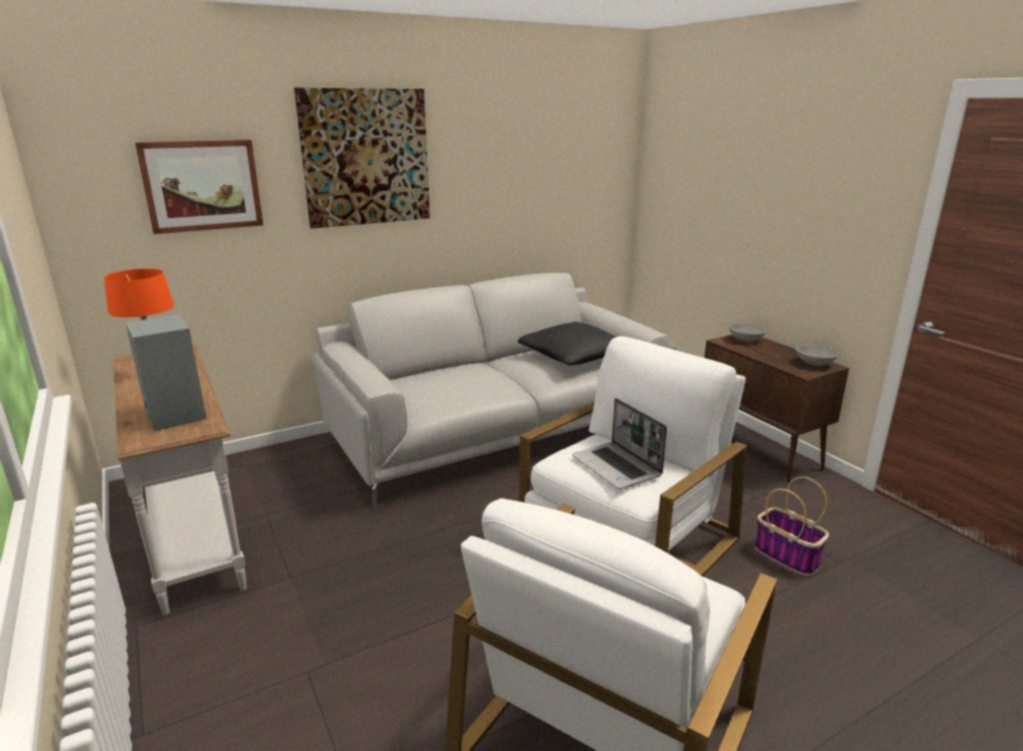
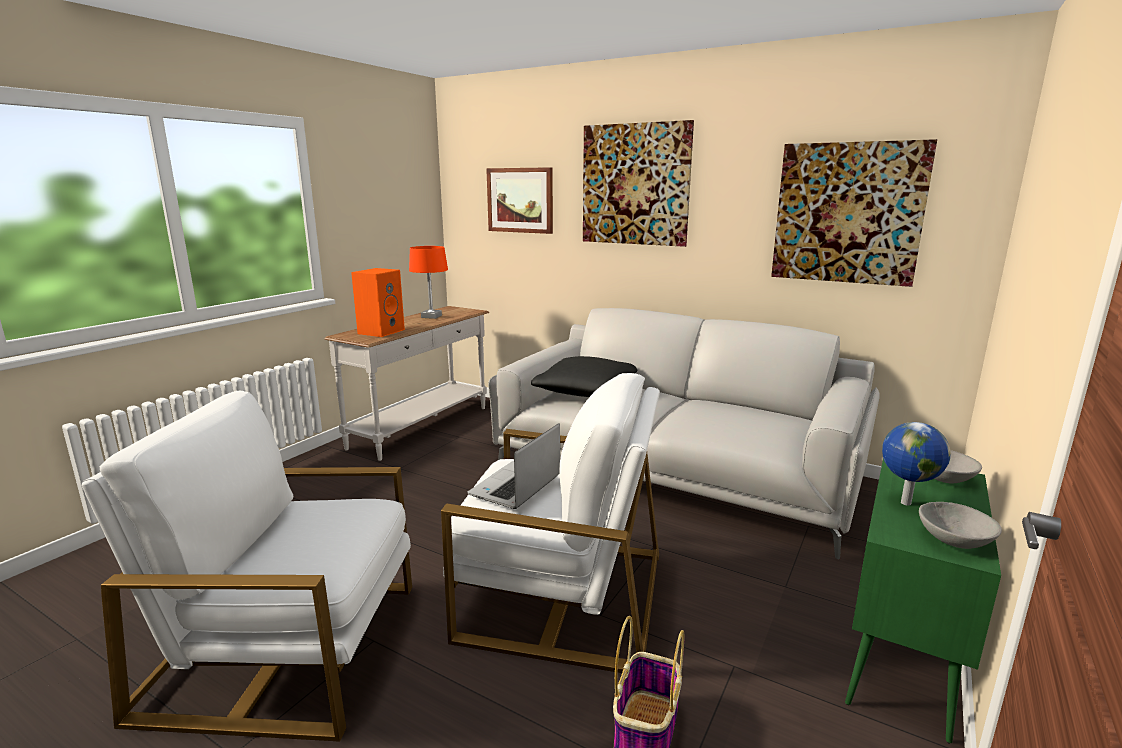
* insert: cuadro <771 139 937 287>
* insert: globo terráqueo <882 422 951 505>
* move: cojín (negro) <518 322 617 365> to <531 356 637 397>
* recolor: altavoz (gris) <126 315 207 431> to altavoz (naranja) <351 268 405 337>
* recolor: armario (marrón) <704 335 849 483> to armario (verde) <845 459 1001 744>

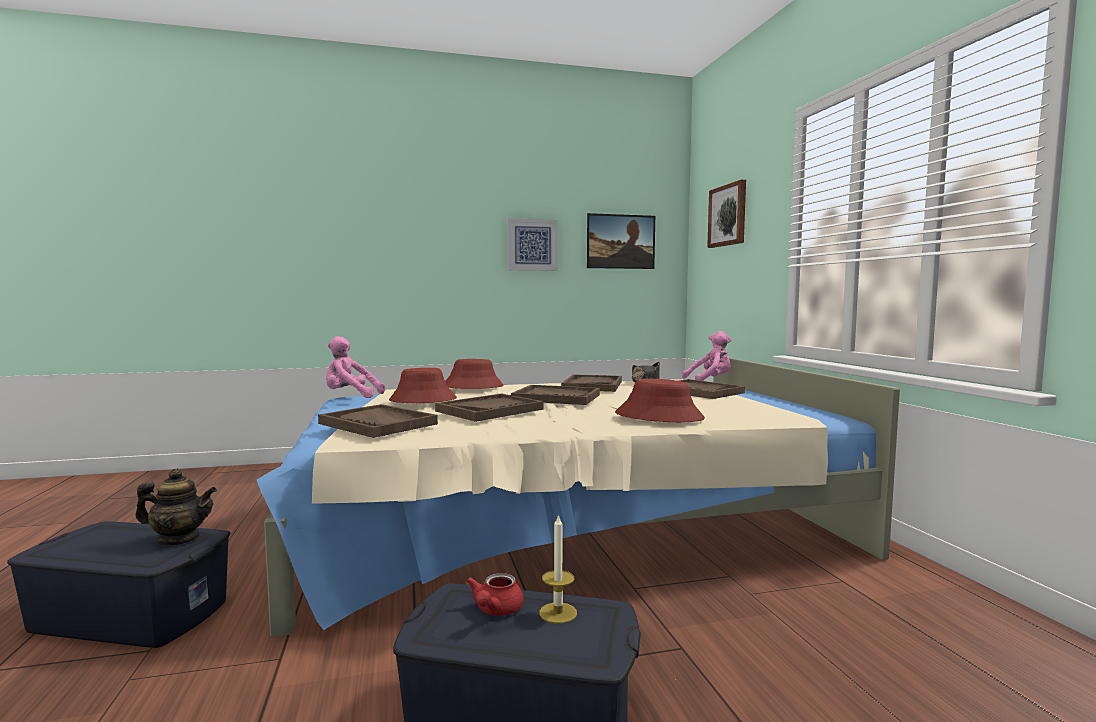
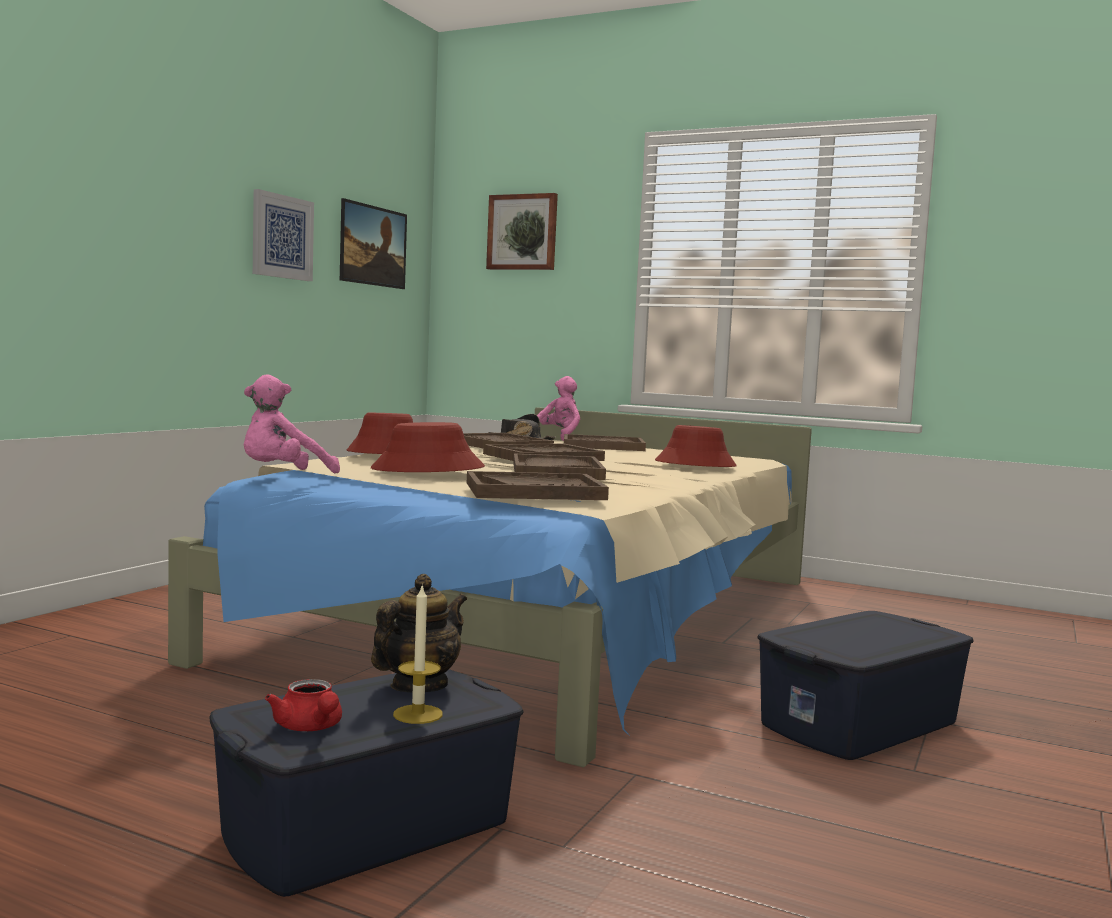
* move: tetera (rojo) <466 573 524 616> to <265 679 342 731>
* move: vela <539 514 577 624> to <393 584 443 724>

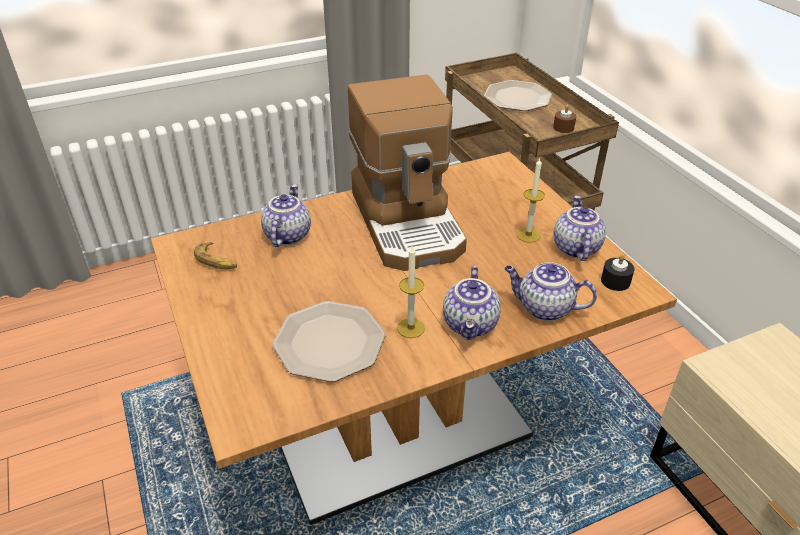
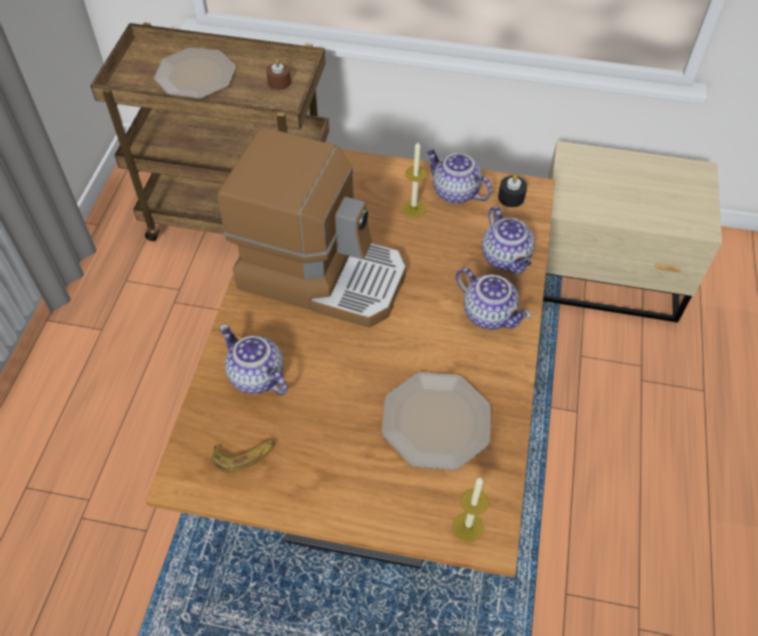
* move: vela <397 246 425 338> to <453 477 489 542>
* rotate: tetera <504 262 597 321> = <482 206 535 274> 75 degrees counterclockwise

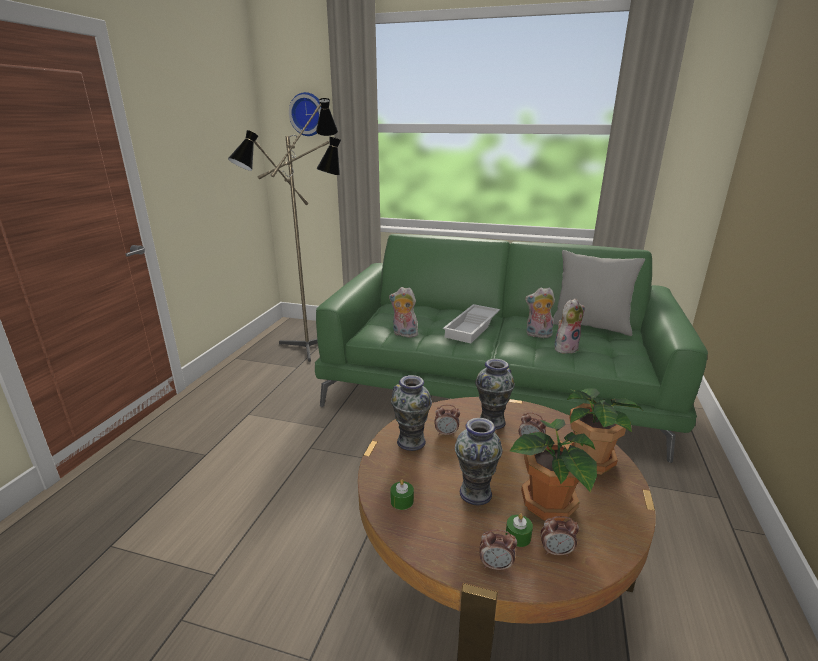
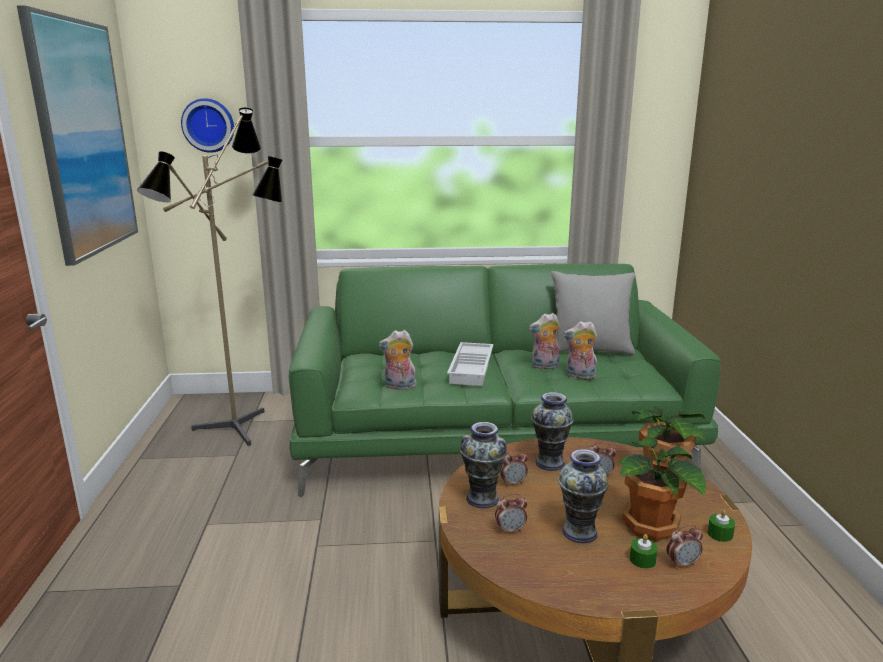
* insert: cuadro <17 5 138 266>
* move: vela (verde) <390 479 414 510> to <707 509 735 542>
* move: despertador <479 530 517 572> to <495 493 527 534>
* rotate: peluche <554 299 585 355> = <563 321 597 379> 120 degrees counterclockwise

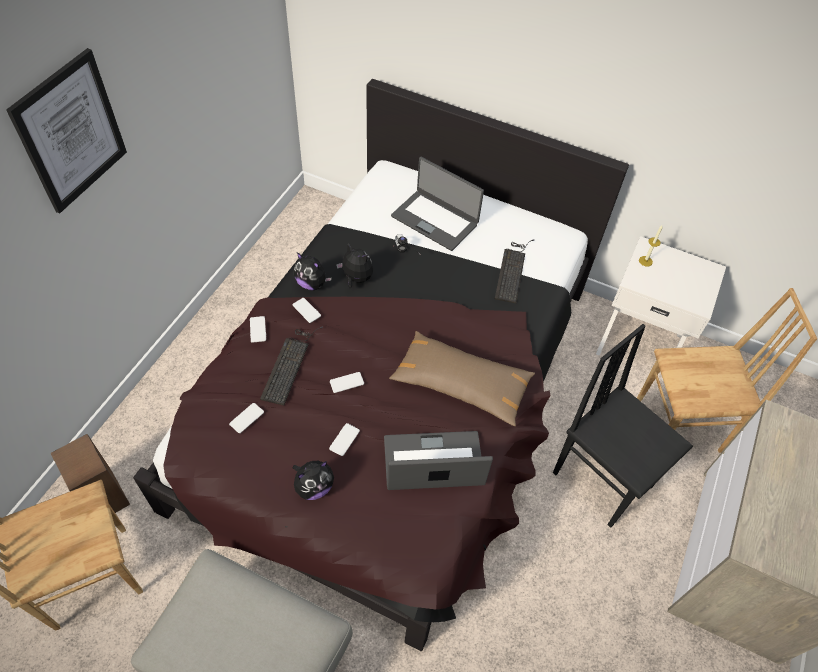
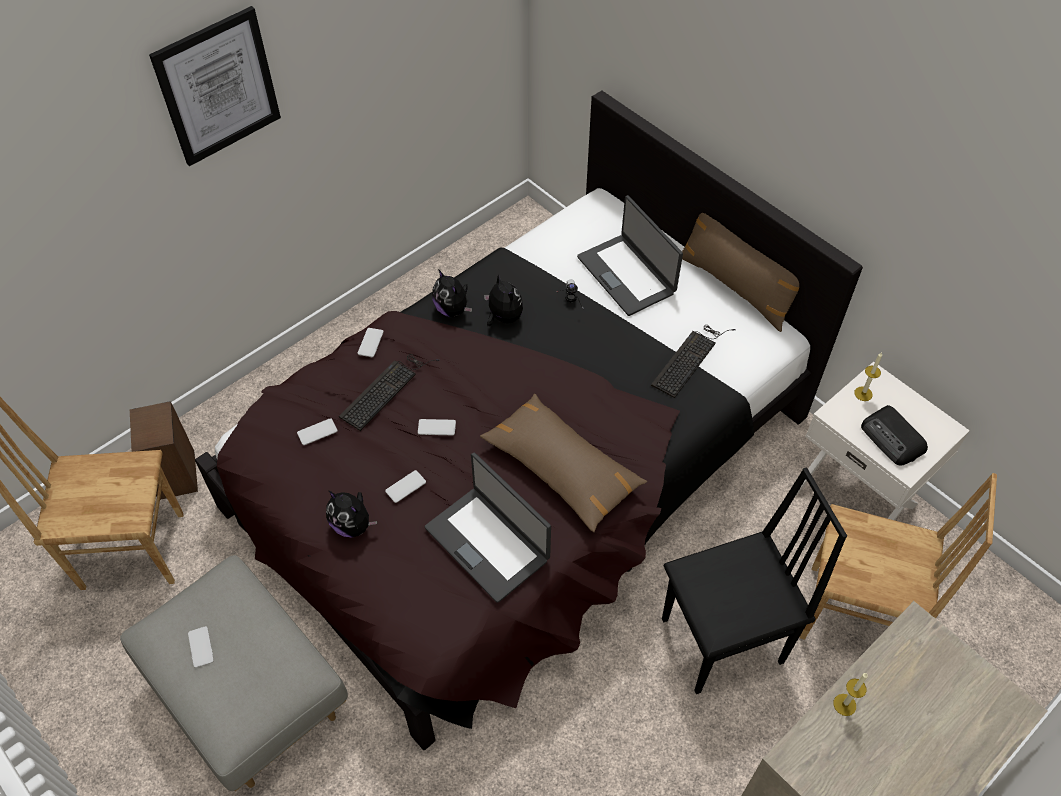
* insert: cojín (marrón) <682 213 799 332>
* insert: vela <834 673 868 716>
* insert: radio <861 405 928 466>
* move: móvil <293 298 321 323> to <188 626 214 668>
* rotate: peluche <293 461 334 500> = <326 490 377 537> 45 degrees clockwise
* rotate: portátil <384 431 493 490> = <425 453 551 603> 150 degrees counterclockwise
* rotate: silla (negro) <553 324 693 528> = <662 468 847 694> 90 degrees clockwise

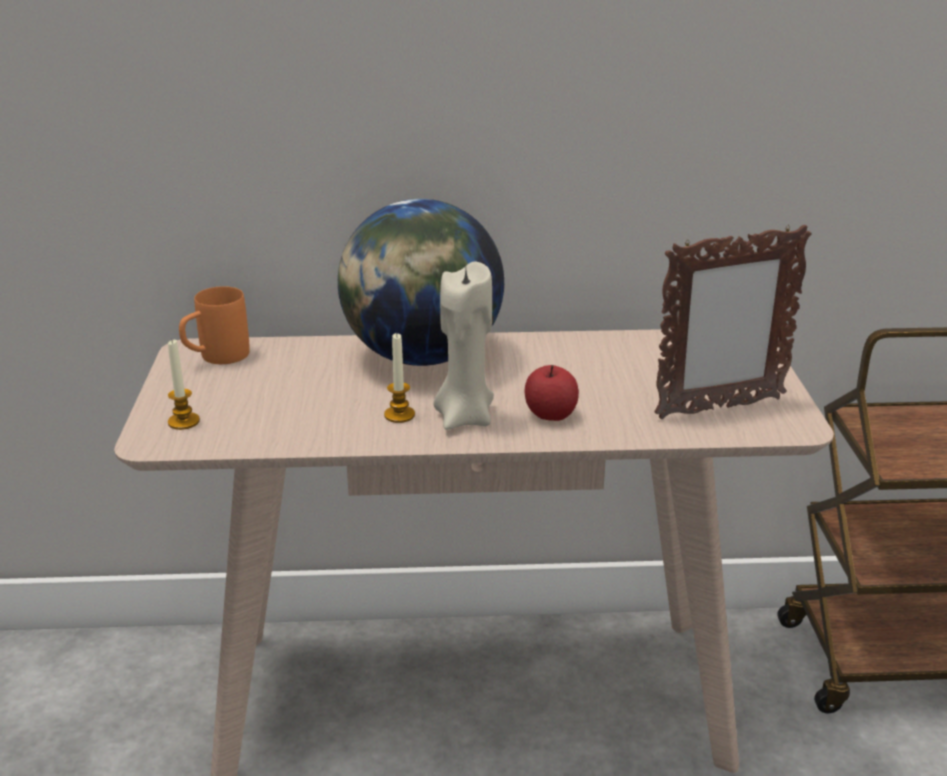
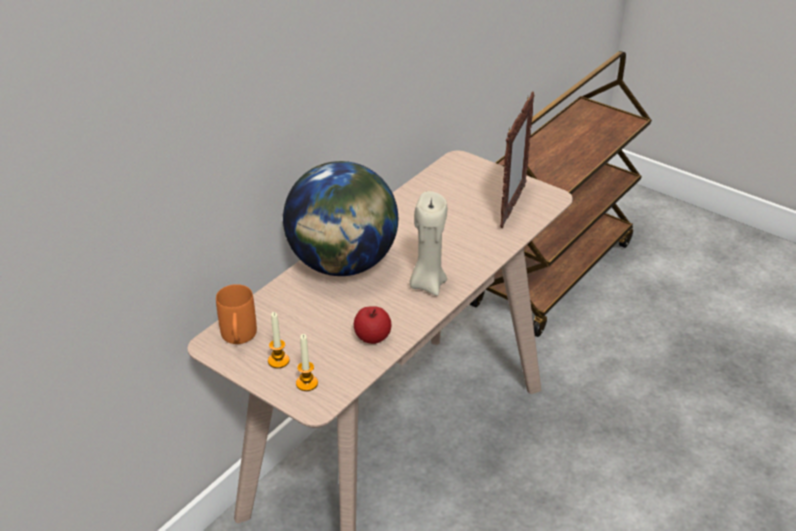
* move: vela <384 333 415 423> to <268 312 290 368>
* move: manzana <525 365 579 421> to <354 306 391 344>

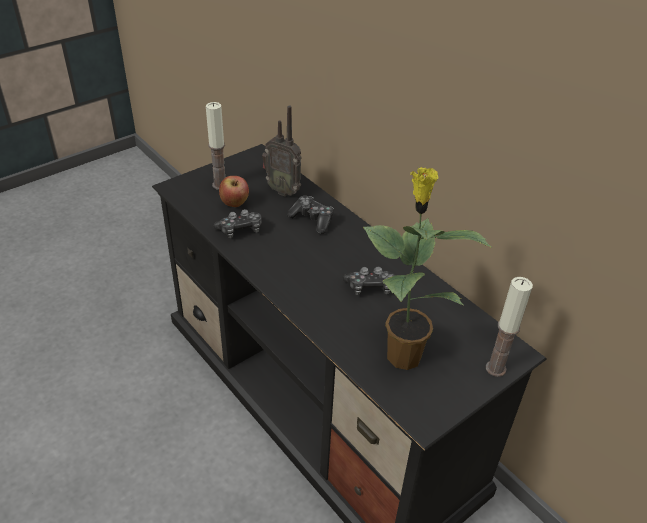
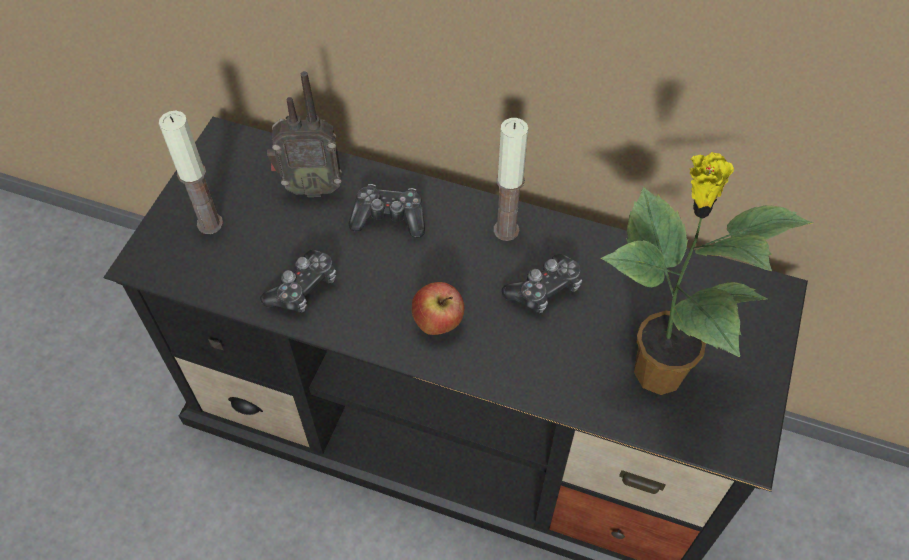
* move: manzana <219 176 249 207> to <412 282 464 335>
* move: vela <486 277 533 377> to <494 118 528 241>

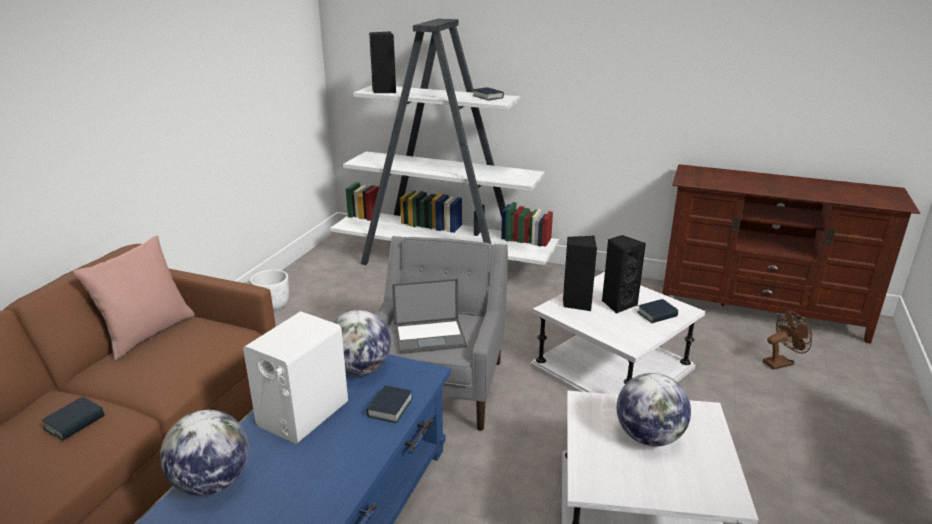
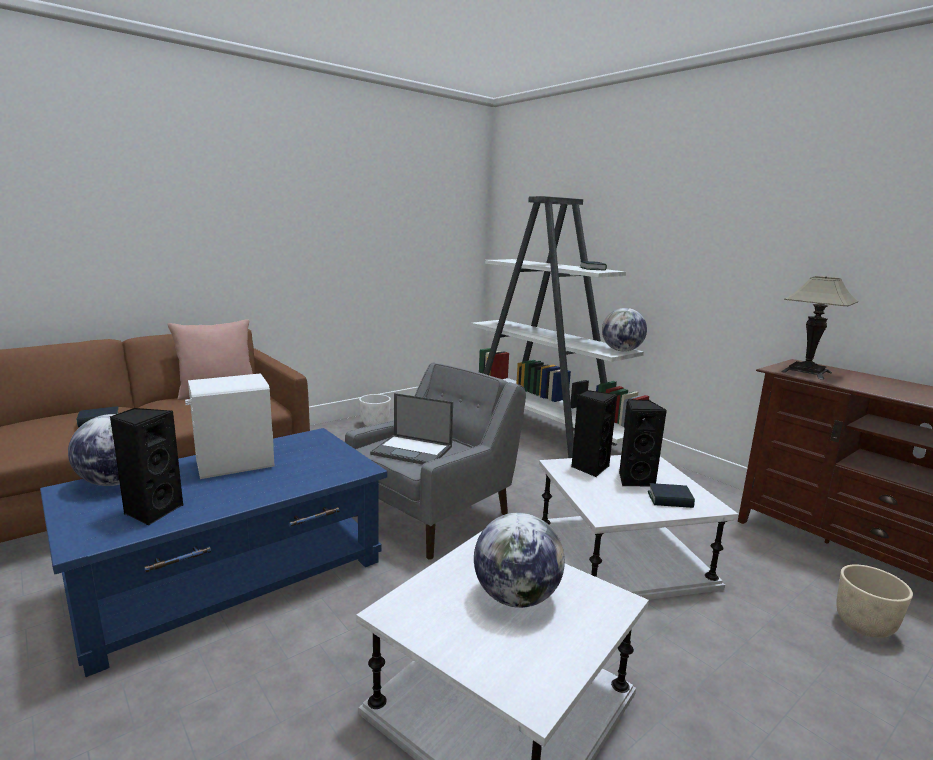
* delete: libro <366 385 413 423>
* insert: lámpara de mesa <781 276 858 380>
* move: globo terráqueo <333 310 391 376> to <602 308 647 352>
* move: altavoz (negro) <369 31 396 93> to <110 408 183 526>
* replace: ventilador (marrón) <763 310 812 370> to maceta (beis) <836 564 913 638>

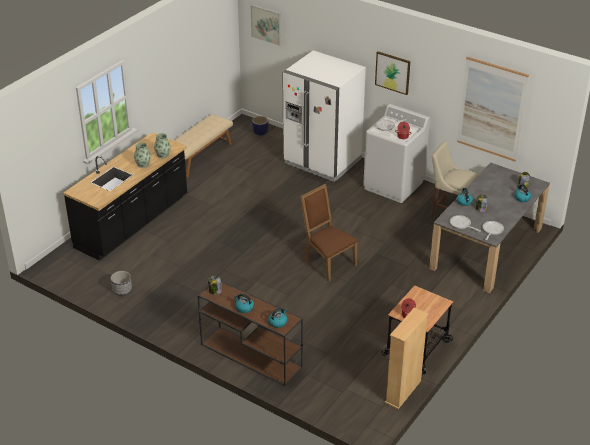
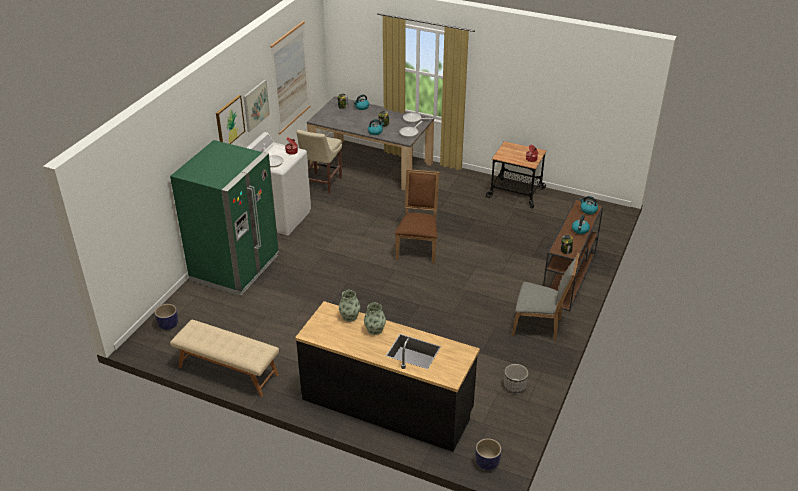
* delete: estantería (beis) <385 308 428 409>
* insert: maceta <475 438 502 470>
* insert: silla (gris) <512 253 580 341>
* move: cuadro <251 5 281 46> to <243 80 270 132>
* recolor: nevera (blanco) <282 50 366 182> to nevera (verde) <170 140 279 295>
* rotate: silla (marrón) <300 184 358 282> = <395 169 439 263> 150 degrees clockwise

